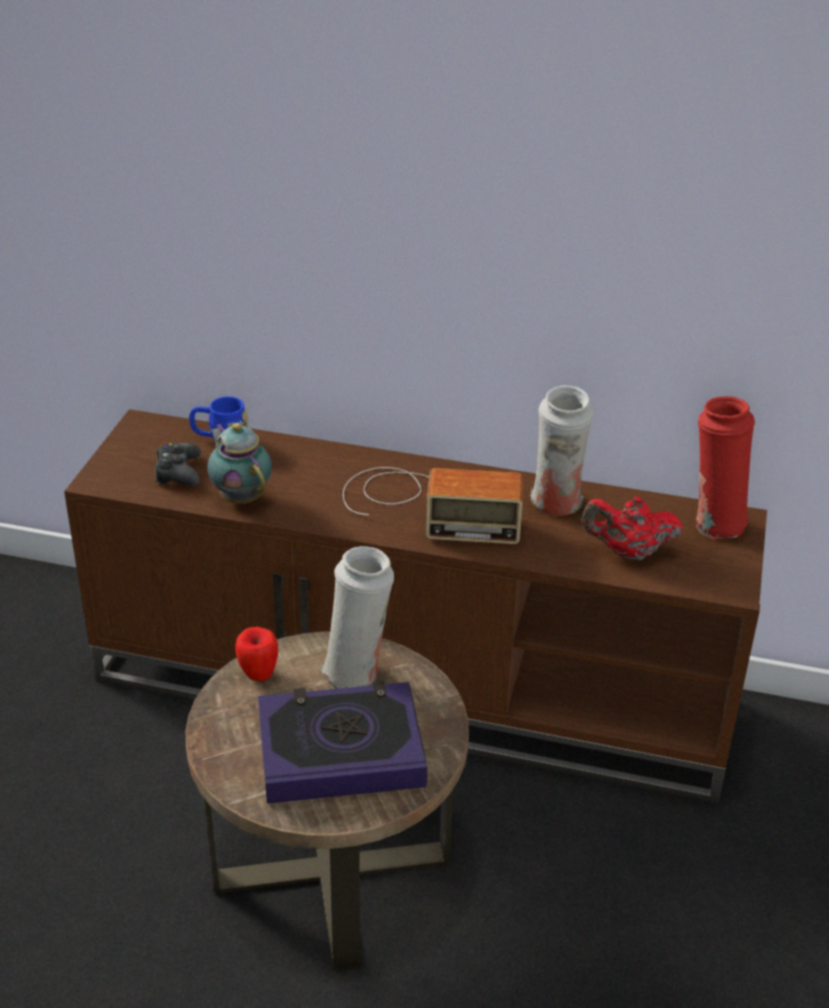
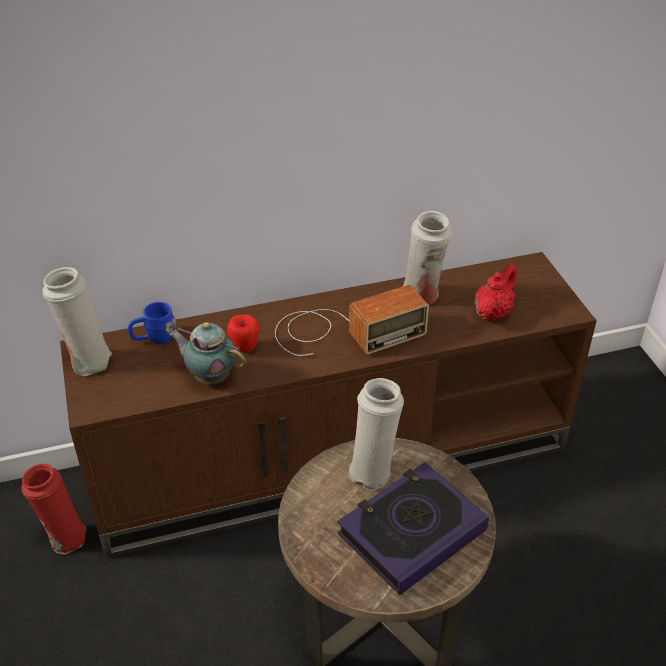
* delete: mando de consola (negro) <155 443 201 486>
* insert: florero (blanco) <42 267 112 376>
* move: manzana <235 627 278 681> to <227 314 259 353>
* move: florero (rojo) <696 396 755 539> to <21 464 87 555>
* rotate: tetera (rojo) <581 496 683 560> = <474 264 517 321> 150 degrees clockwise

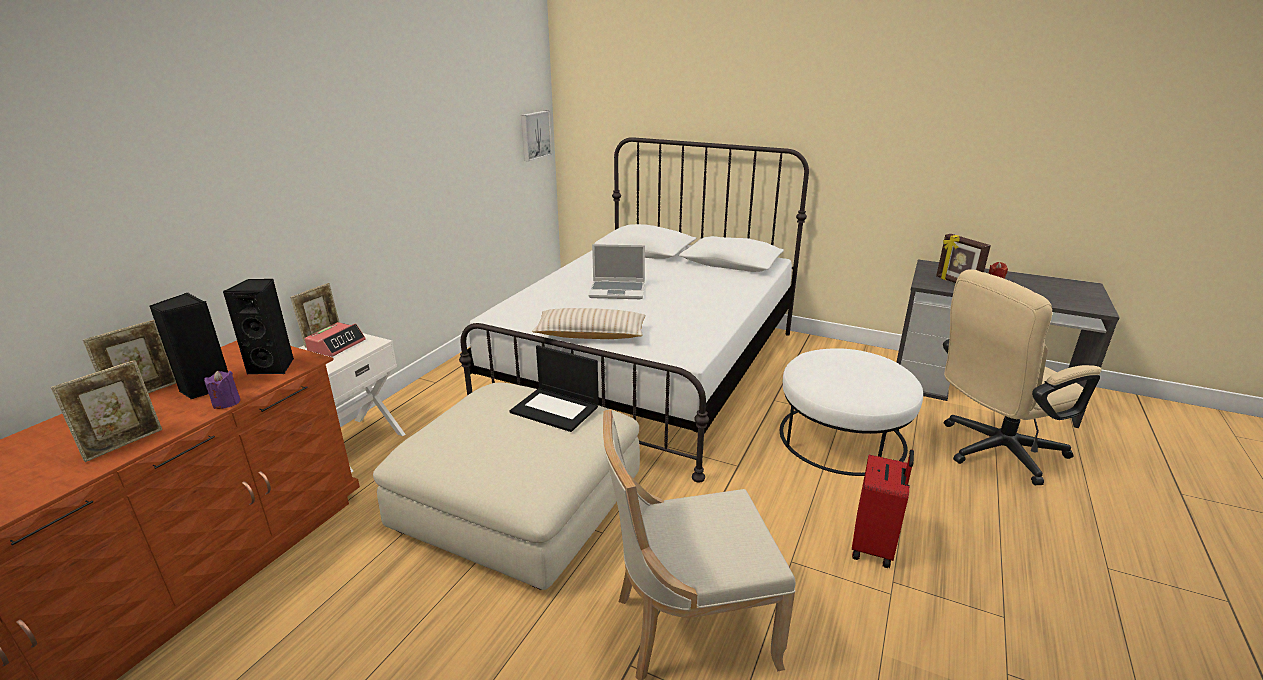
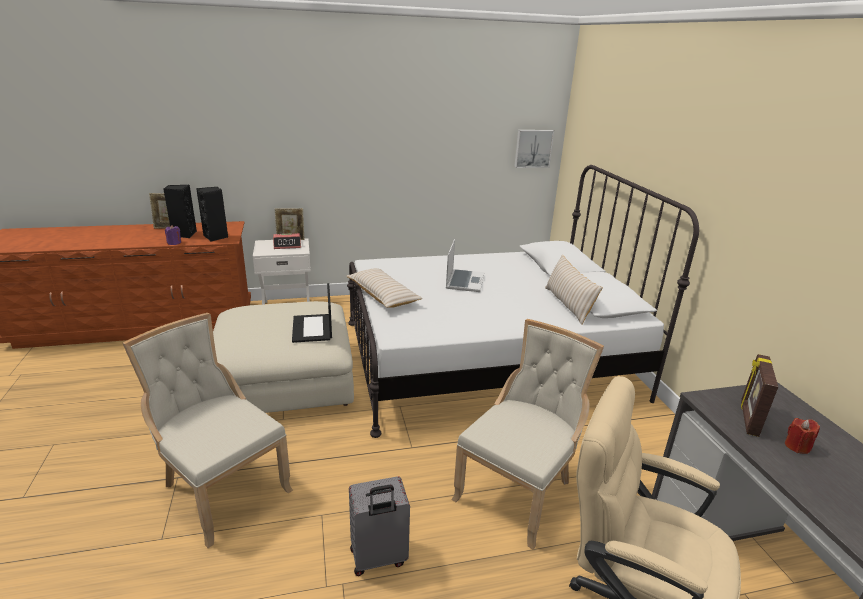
* delete: portarretratos <51 360 162 462>
* insert: cojín (beis) <545 255 603 325>
* replace: puf (blanco) <780 348 923 476> to silla (beis) <451 319 604 550>
* recolor: maleta (rojo) <852 450 914 568> to maleta (gris) <349 476 410 576>
* rotate: portátil <589 244 645 299> = <446 239 484 292> 135 degrees counterclockwise

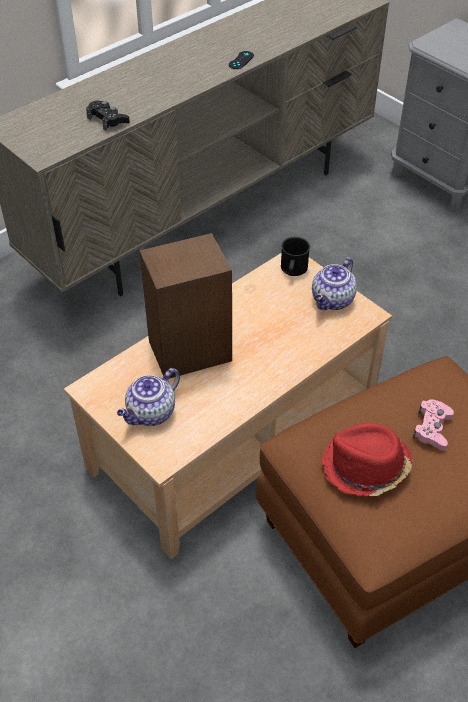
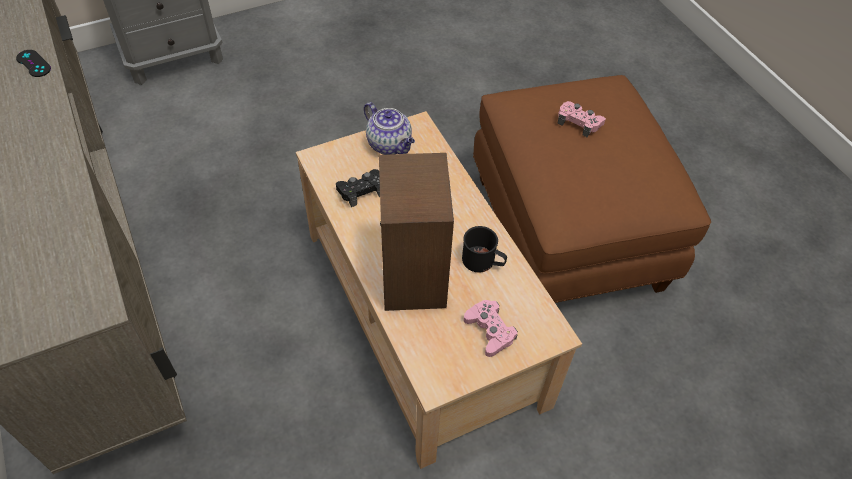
* delete: sombrero (rojo) <321 423 413 497>
* move: mando de consola (negro) <86 100 130 131> to <336 169 380 207>
* move: taza grande (negro) <281 237 310 276> to <462 226 507 272>
* replace: tetera <117 368 180 426> to mando de consola (rosa) <464 300 518 357>

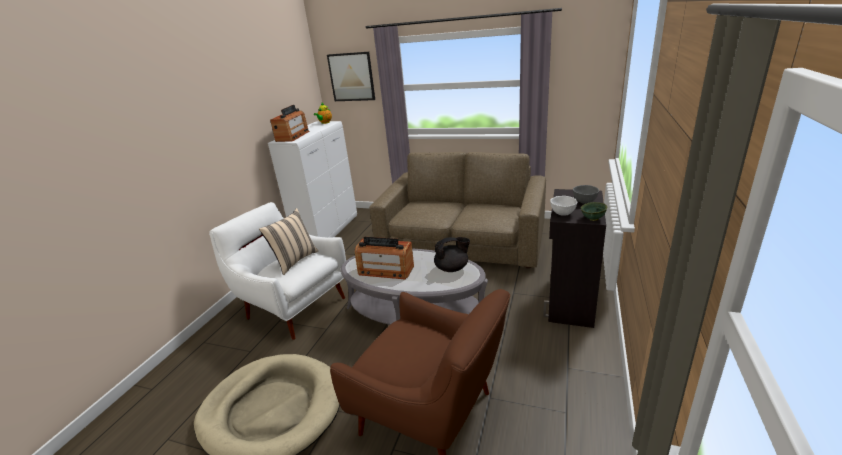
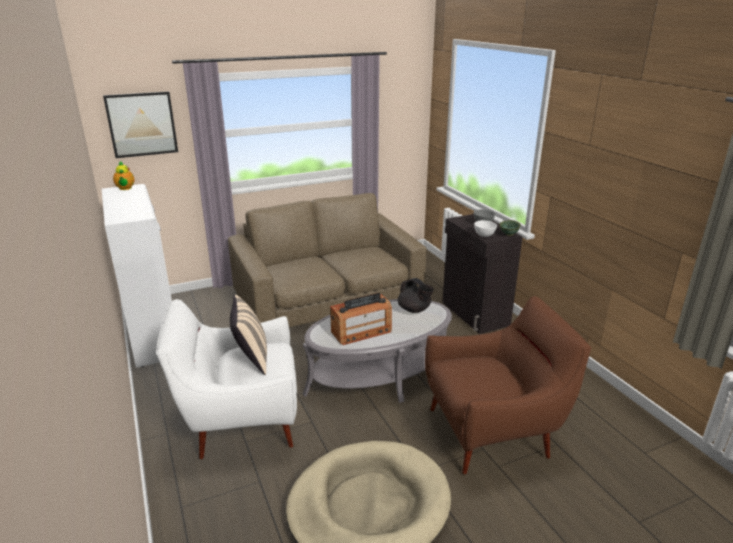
* delete: radio <270 105 309 142>
* rotate: tetera (negro) <434 237 470 272> = <398 278 434 313> 105 degrees clockwise

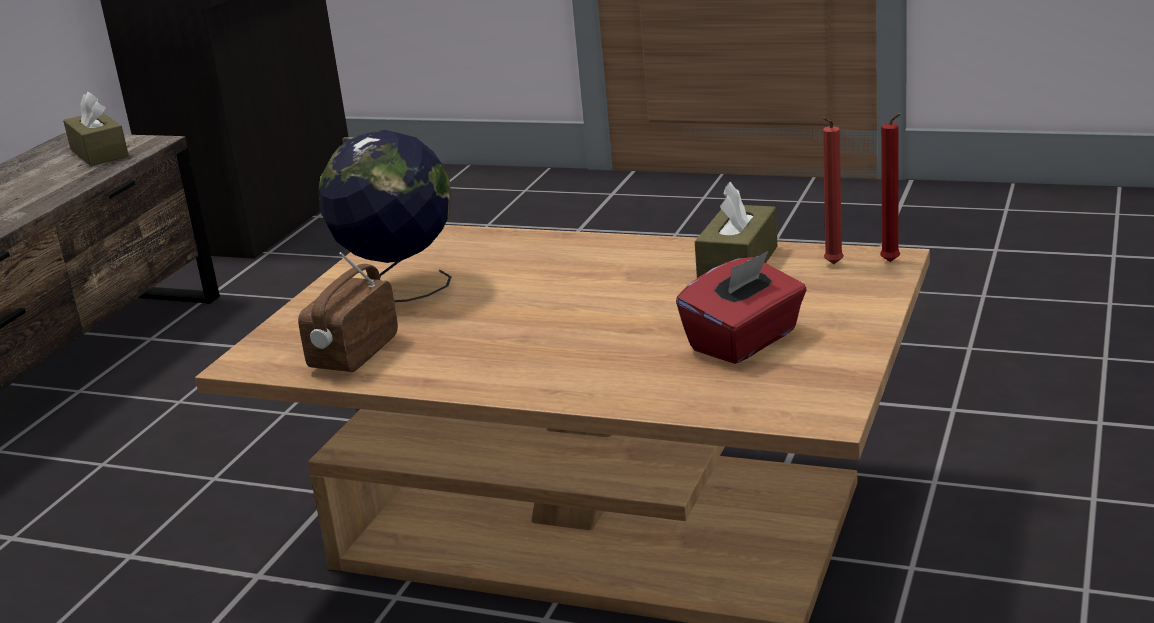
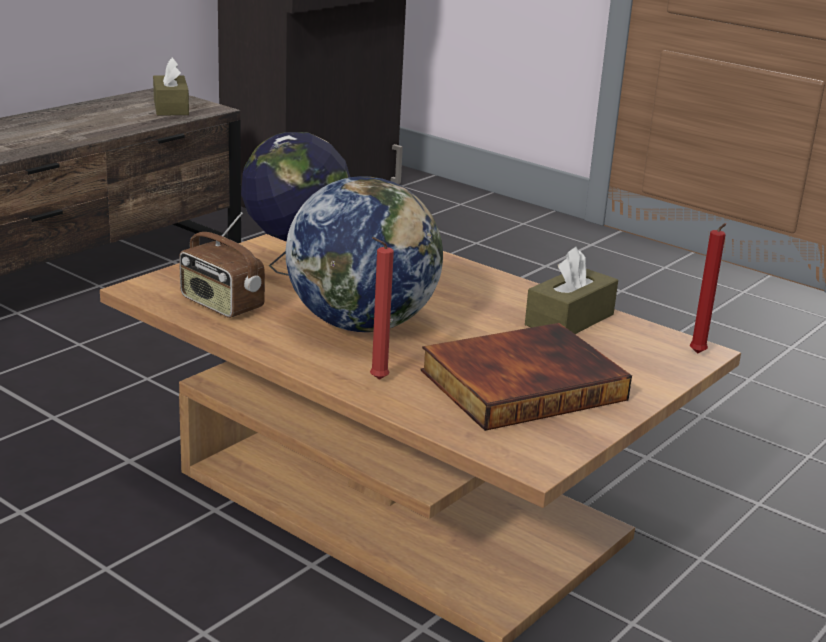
* insert: globo terráqueo <285 176 443 332>
* move: vela (rojo) <823 118 844 264> to <370 237 394 380>
* replace: caja de pañuelos (rojo) <676 251 807 364> to libro <421 323 632 431>
* rotate: radio <298 252 398 372> = <179 212 265 318> 90 degrees counterclockwise

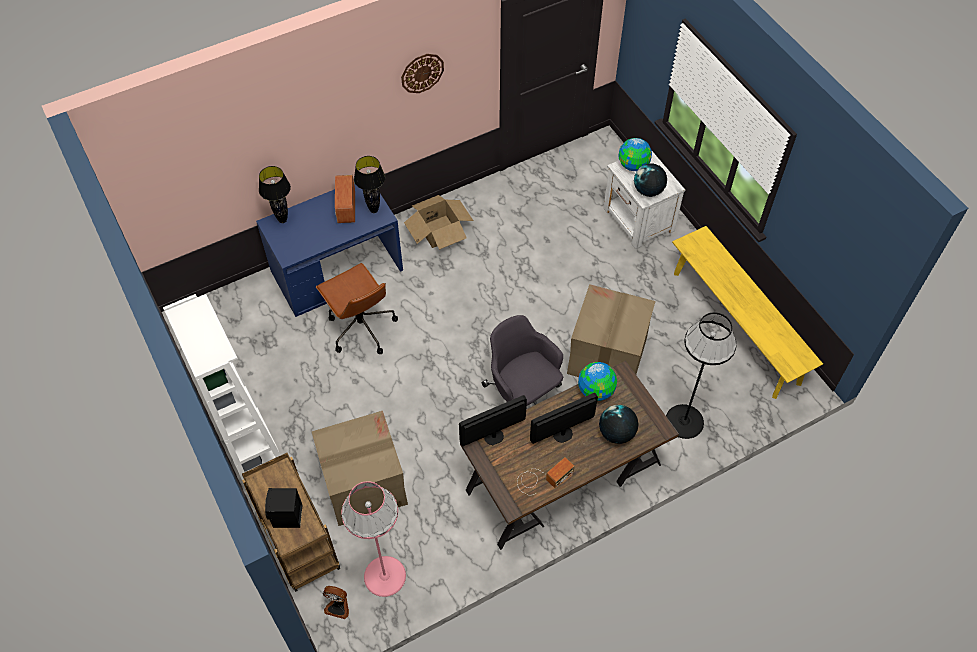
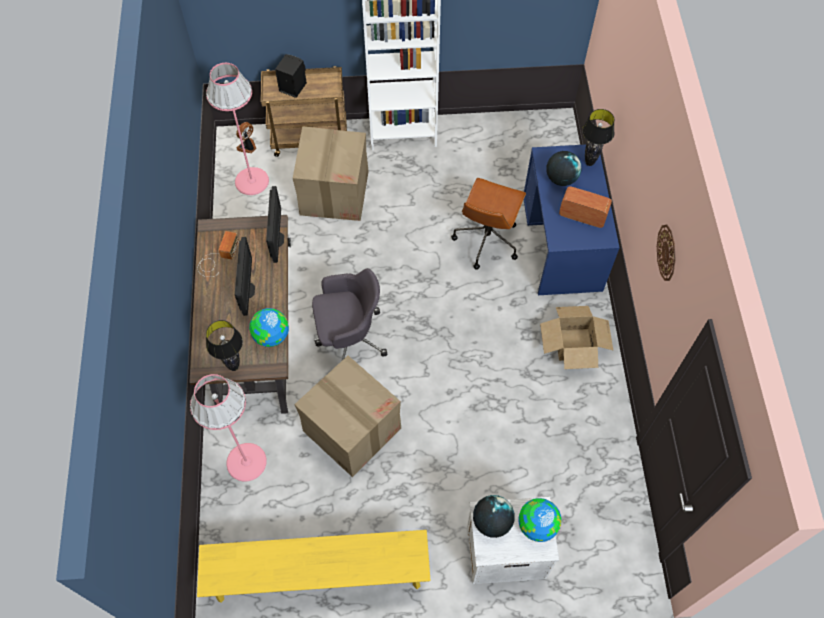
* move: lámpara de mesa (negro) <354 156 385 213> to <206 320 243 371>
* move: globo terráqueo <599 405 639 444> to <546 151 582 186>
* recolor: lámpara de pie (negro) <666 312 736 439> to lámpara de pie (rosa) <190 374 267 482>
* rotate: silla de oficina (marrón) <316 263 398 354> = <451 178 526 270> 60 degrees counterclockwise
* rotate: radio <517 457 575 495> = <198 231 239 277> 150 degrees counterclockwise

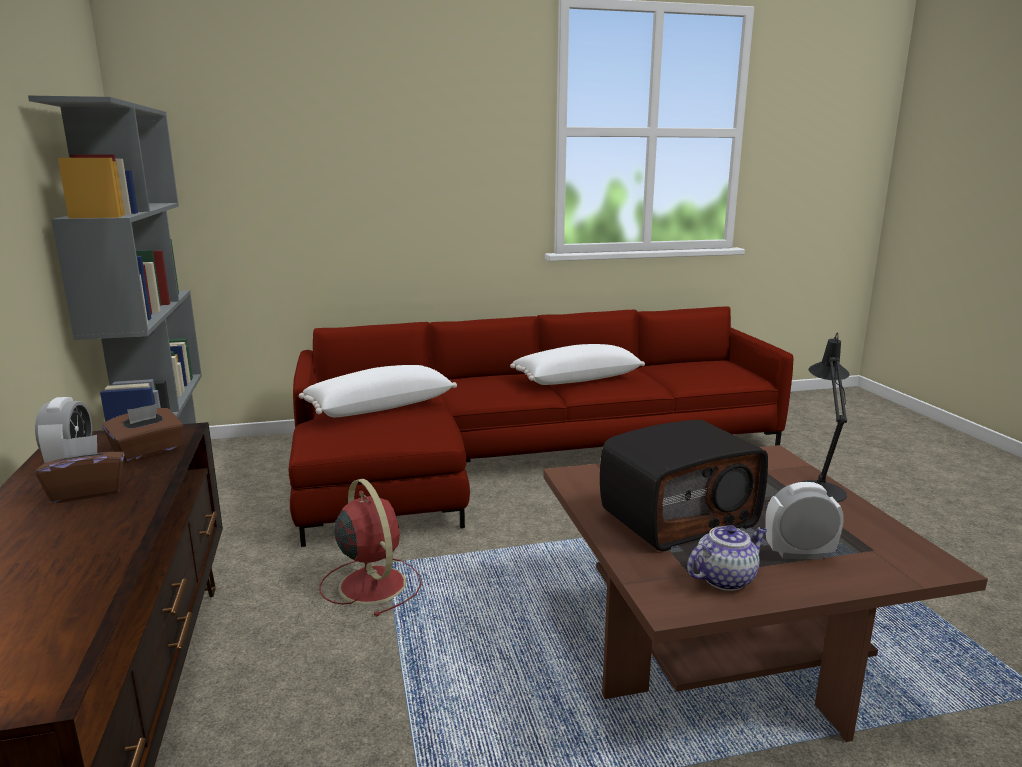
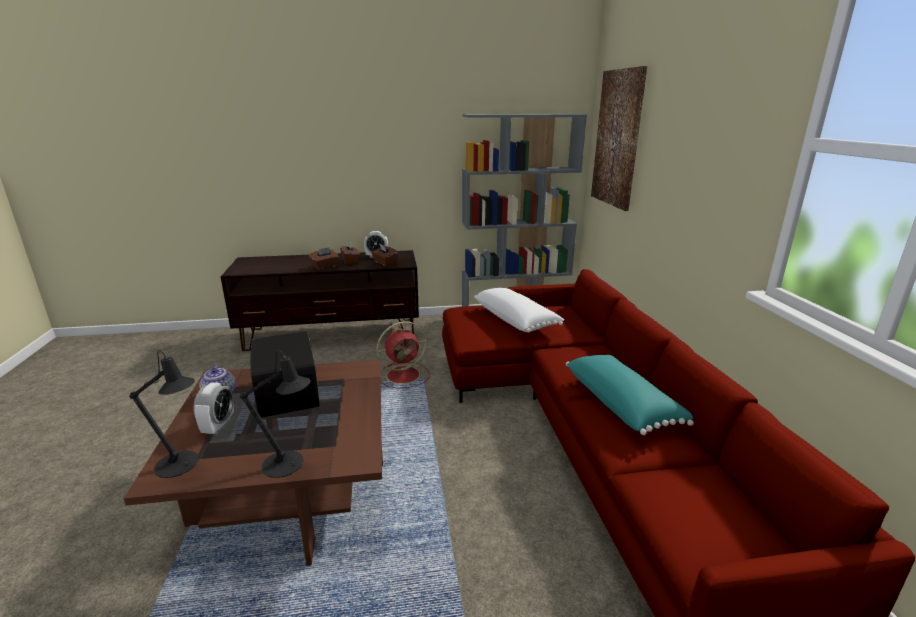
* insert: lámpara de mesa (negro) <129 350 199 478>
* insert: caja de pañuelos (marrón) <309 247 339 270>
* insert: cuadro <591 66 647 211>
* recolor: cojín (blanco) <510 344 645 385> to cojín (turquesa) <566 355 694 435>

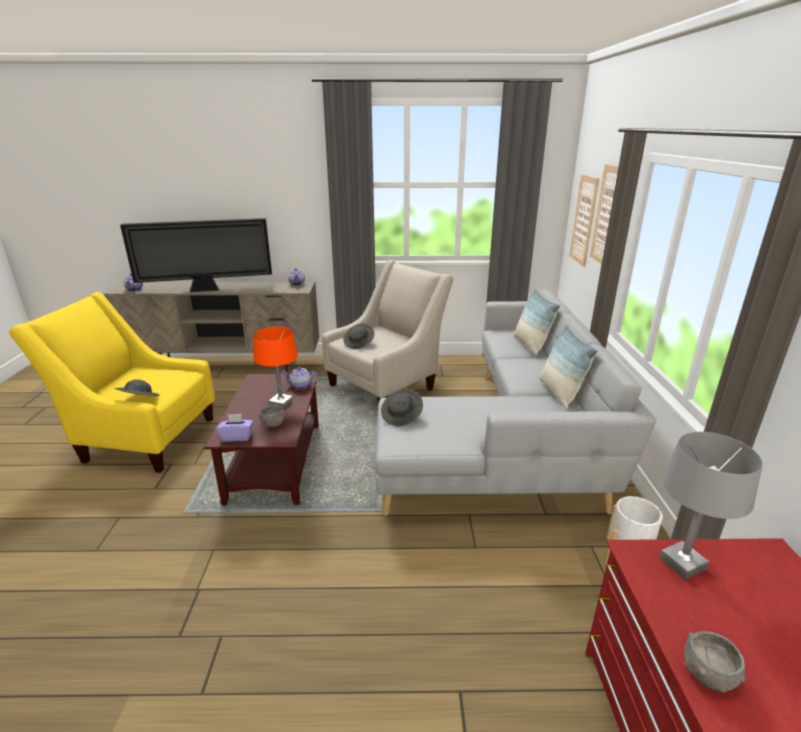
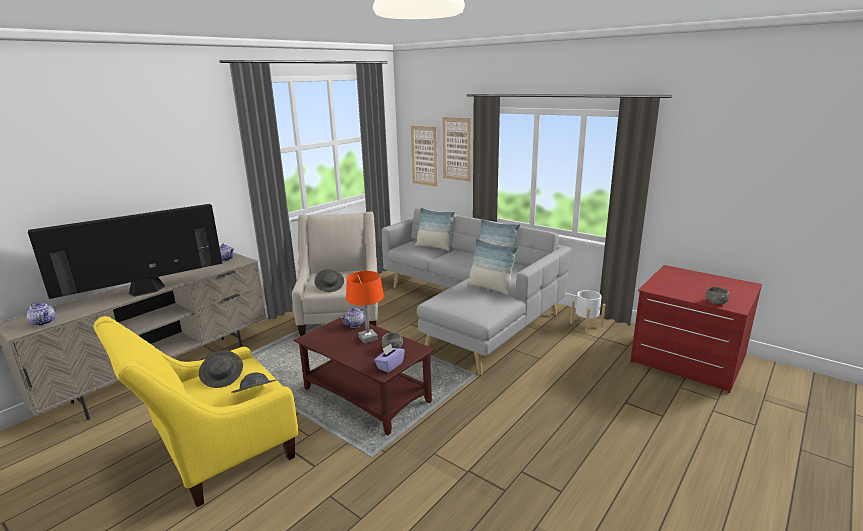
* delete: lámpara de mesa (gris) <659 432 763 579>
* insert: cojín <466 238 518 295>
* move: sombrero (gris) <381 389 423 427> to <199 351 243 388>
* rotate: televisor <120 218 272 293> = <28 204 222 299> 150 degrees counterclockwise

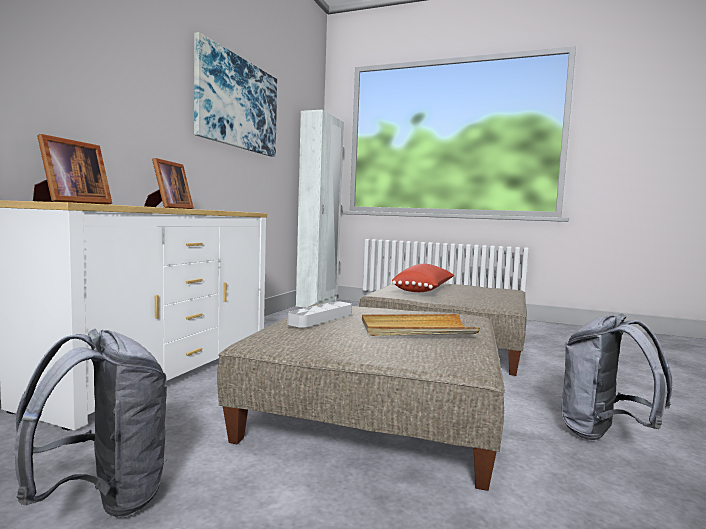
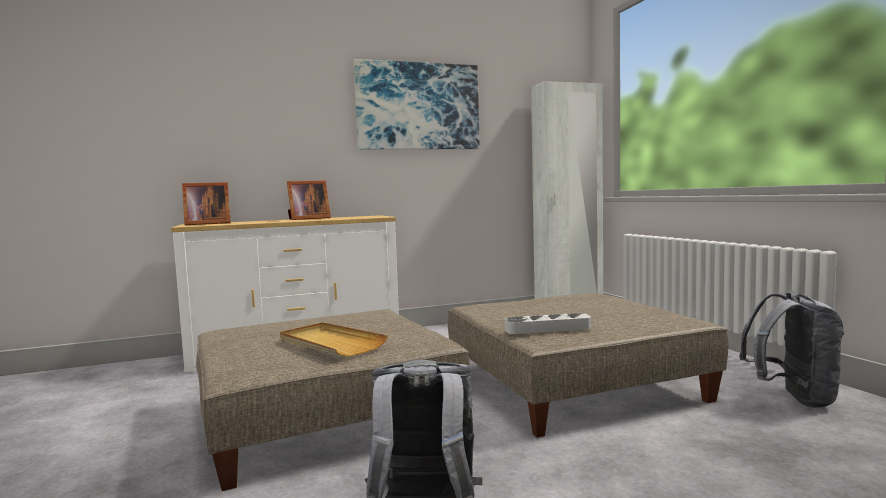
* delete: cojín (rojo) <392 264 454 292>
* move: mochila (gris) <15 329 167 518> to <739 290 844 408>
* move: bandeja (gris) <287 301 352 328> to <505 313 591 334>

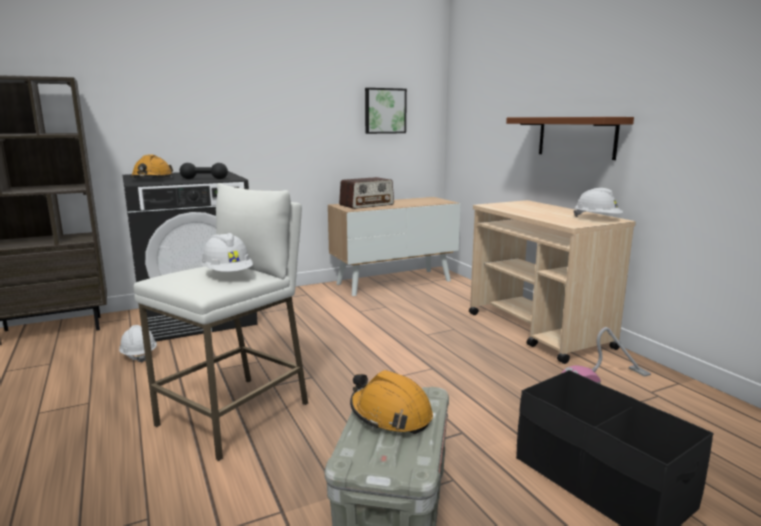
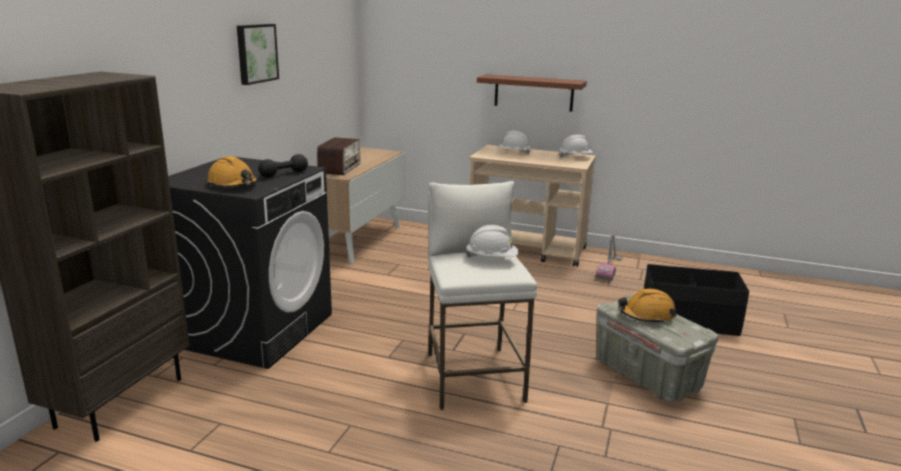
* move: casco (blanco) <119 325 157 363> to <497 131 531 155>
* move: cuadro <365 88 407 134> to <237 24 279 85>

